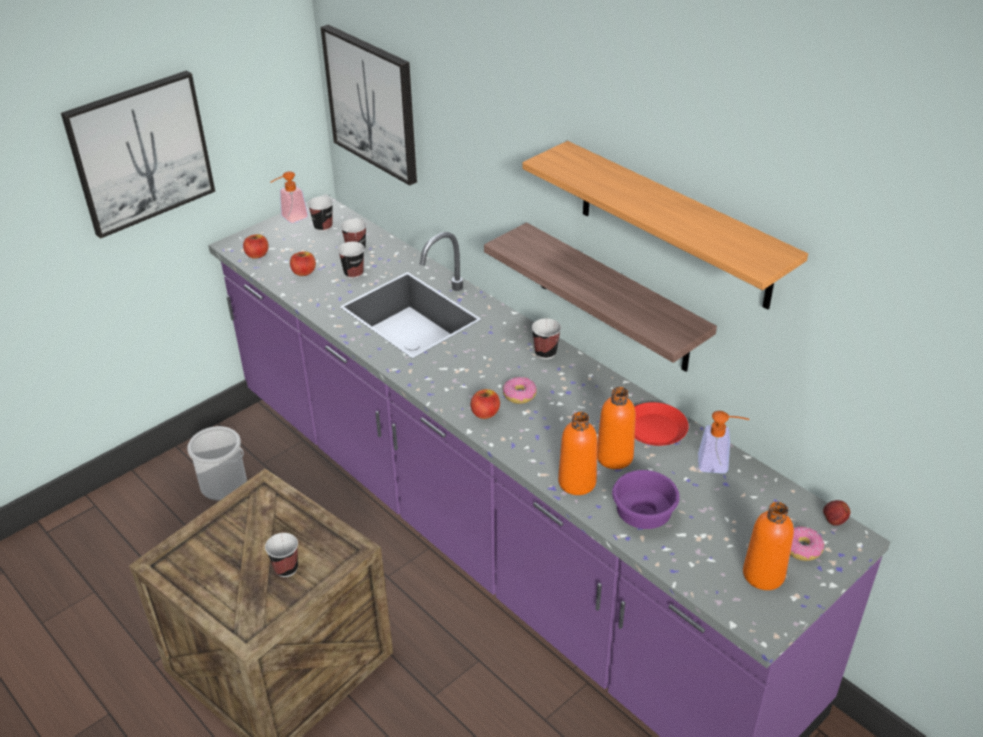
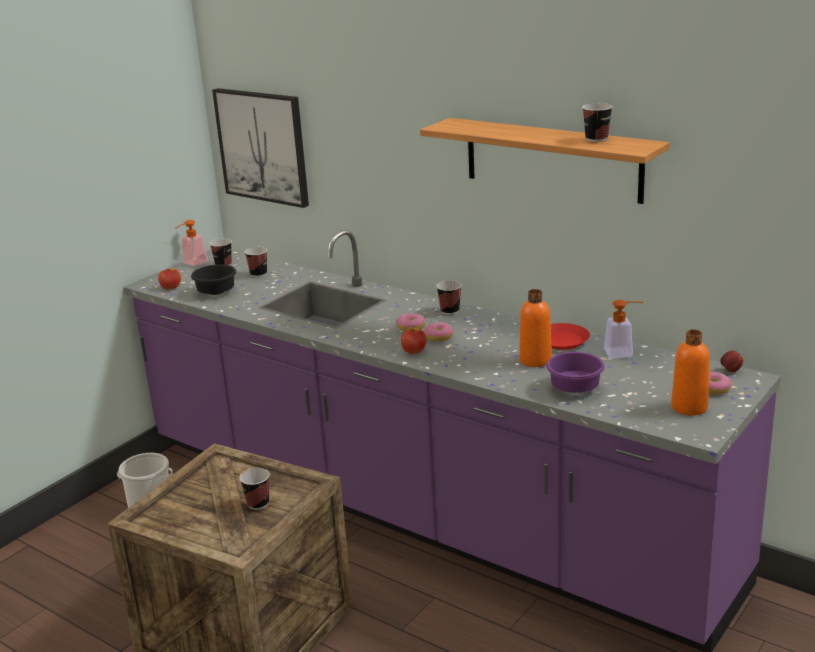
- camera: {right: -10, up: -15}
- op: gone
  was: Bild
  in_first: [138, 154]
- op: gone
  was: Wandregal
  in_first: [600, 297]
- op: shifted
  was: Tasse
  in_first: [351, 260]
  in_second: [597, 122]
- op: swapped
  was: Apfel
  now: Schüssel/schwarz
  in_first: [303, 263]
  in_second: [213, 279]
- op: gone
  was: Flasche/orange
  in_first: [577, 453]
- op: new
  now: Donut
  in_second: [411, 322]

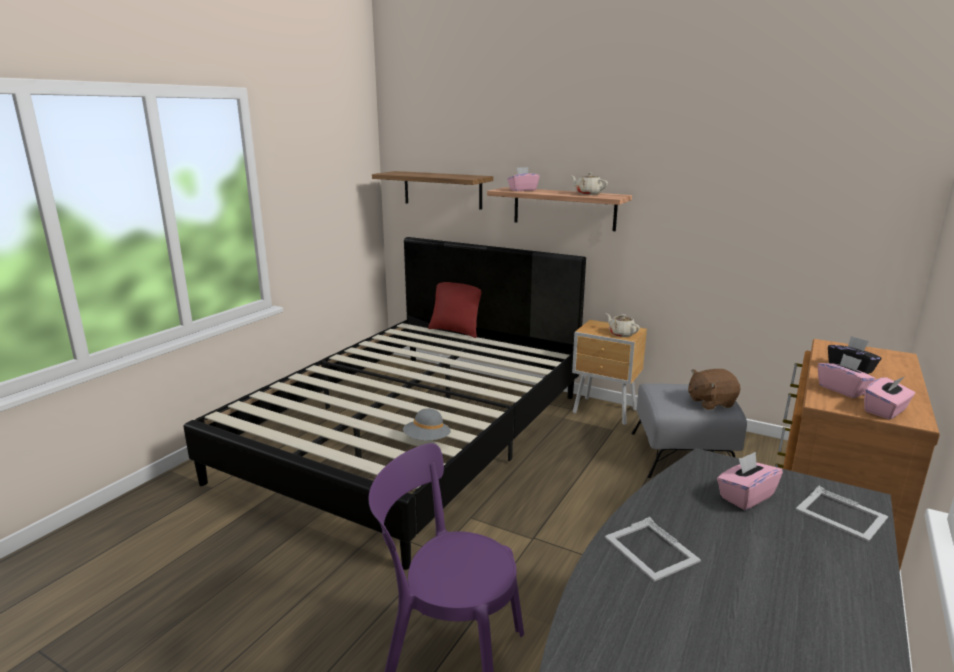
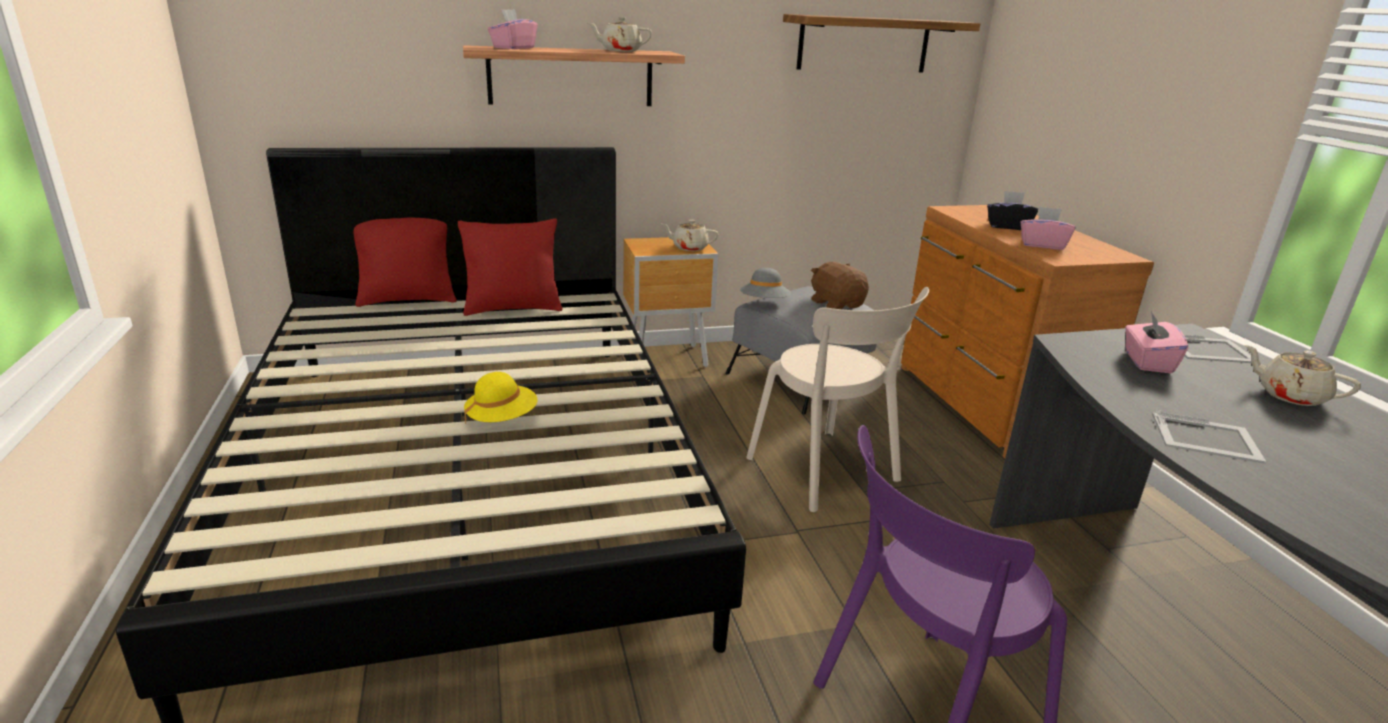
- camera: {right: -45, up: 5}
- op: shifted
  was: Wandregal
  in_first: [432, 190]
  in_second: [881, 43]
- op: rotated
  was: Plüschtier/braun
  in_first: [714, 389]
  in_second: [840, 285]
  clockwise: 120
- op: gone
  was: Taschentuchbox/rosa
  in_first: [889, 397]
- op: shifted
  was: Hut/grau
  in_first: [427, 424]
  in_second: [765, 283]
- op: new
  now: Kissen/rot
  in_second: [510, 267]
- op: new
  now: Stuhl/beige
  in_second: [837, 399]
- op: new
  now: Teekanne/beige
  in_second: [1302, 375]
- op: new
  now: Hut/gelb
  in_second: [501, 398]

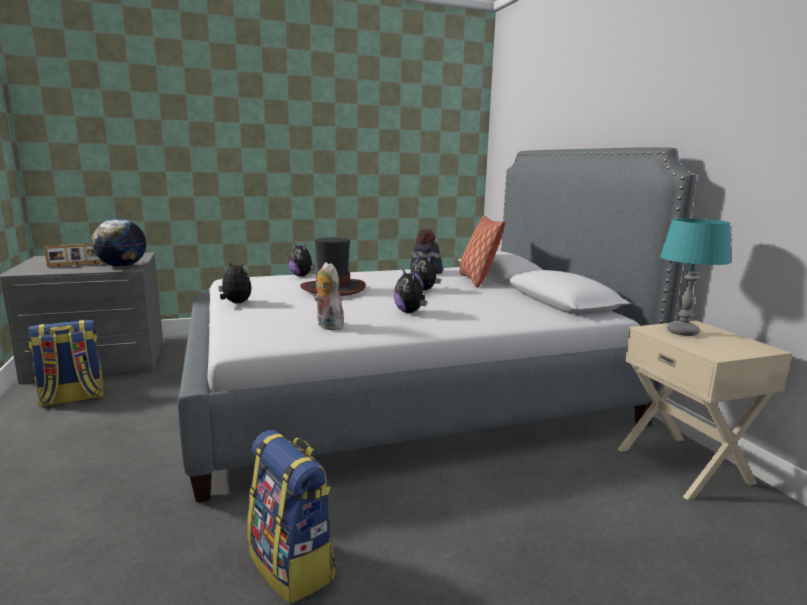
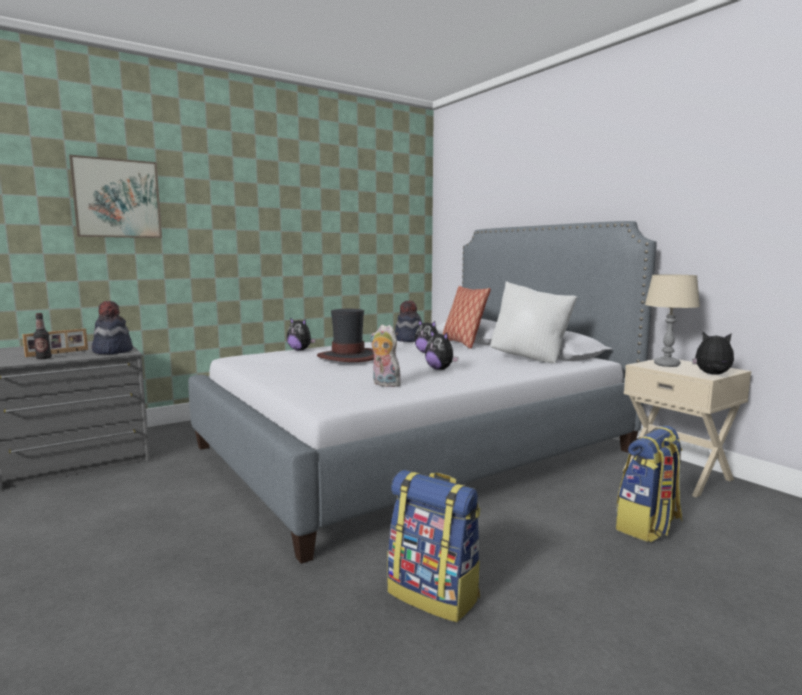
- camera: {right: -15, up: -5}
- op: repainted
  was: Tischlampe/türkis
  now: Tischlampe/beige
  in_first: [695, 277]
  in_second: [672, 320]
- op: swapped
  was: Globus
  now: Hut
  in_first: [119, 243]
  in_second: [112, 327]
- op: shifted
  was: Plüschtier
  in_first: [235, 282]
  in_second: [713, 353]
- op: shifted
  was: Rucksack
  in_first: [66, 363]
  in_second: [649, 483]
- op: new
  now: Bild
  in_second: [115, 196]
- op: new
  now: Kissen/weiß
  in_second: [533, 322]
- op: new
  now: Flasche
  in_second: [42, 336]

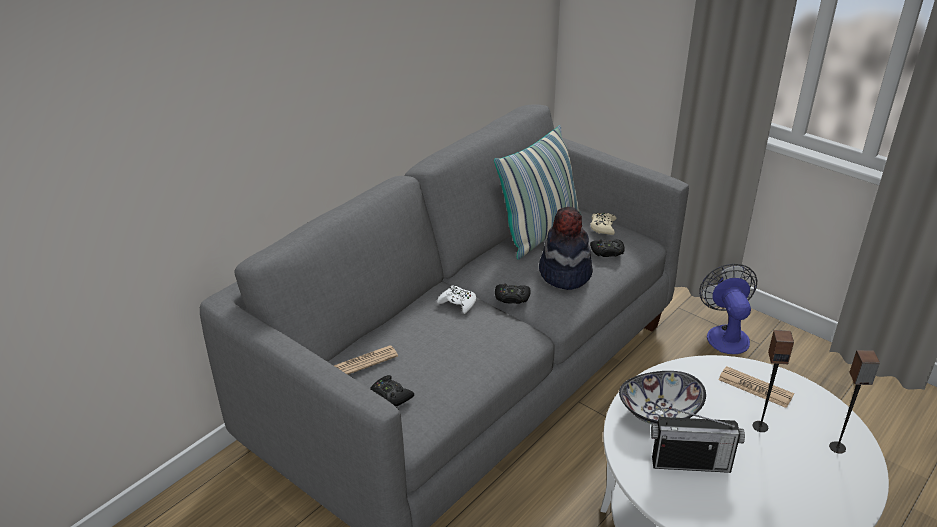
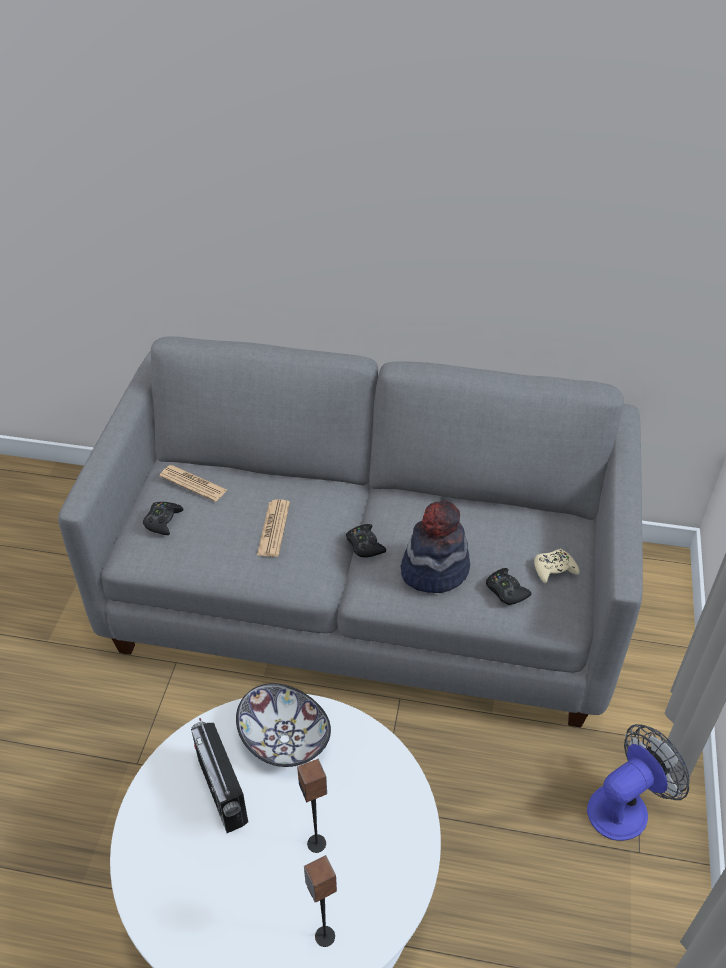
- camera: {right: 60, up: 10}
- op: gone
  was: Kissen
  in_first: [537, 192]
- op: gone
  was: Gamepad/weiß
  in_first: [456, 299]
- op: shifted
  was: Zeitung
  in_first: [756, 387]
  in_second: [273, 528]

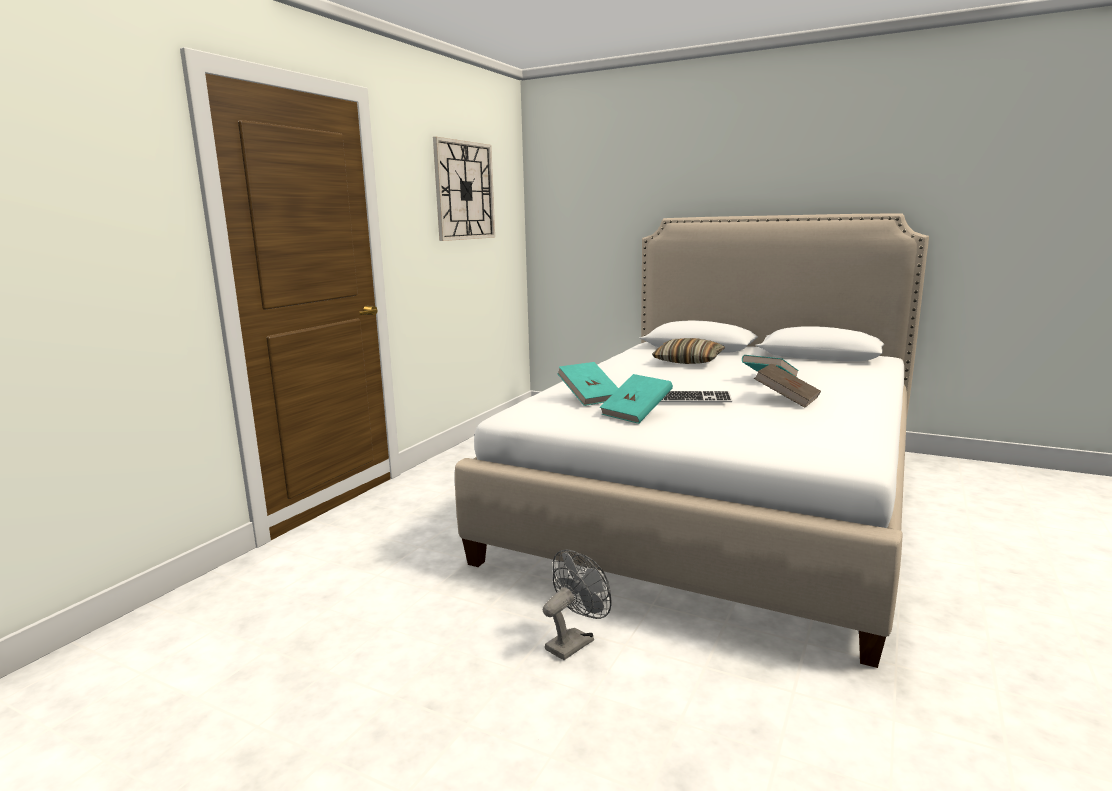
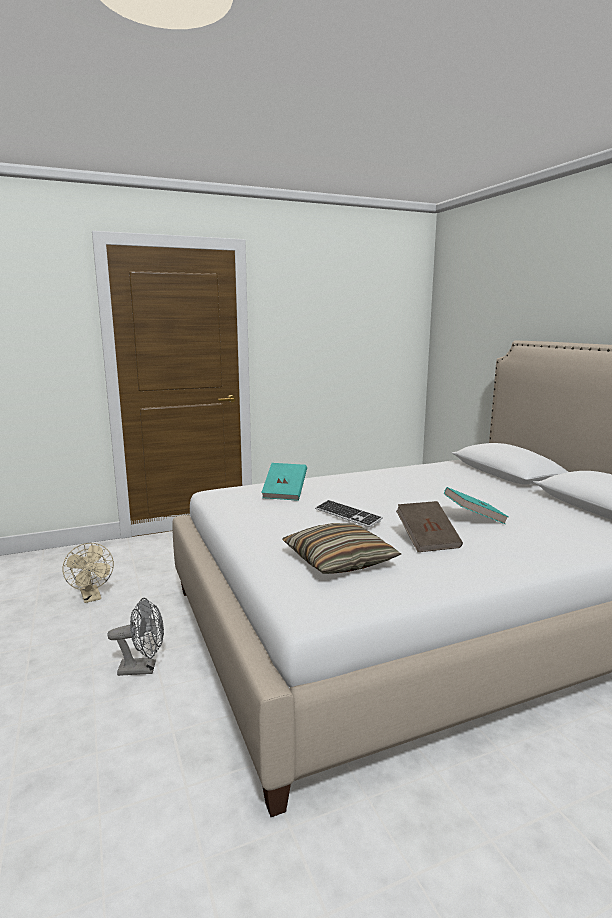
- camera: {right: 40, up: 0}
- op: gone
  was: Wanduhr
  in_first: [464, 189]
- op: shifted
  was: Kissen
  in_first: [688, 351]
  in_second: [341, 548]
- op: gone
  was: Buch/türkis
  in_first: [636, 399]
- op: new
  now: Ventilator/beige
  in_second: [88, 573]

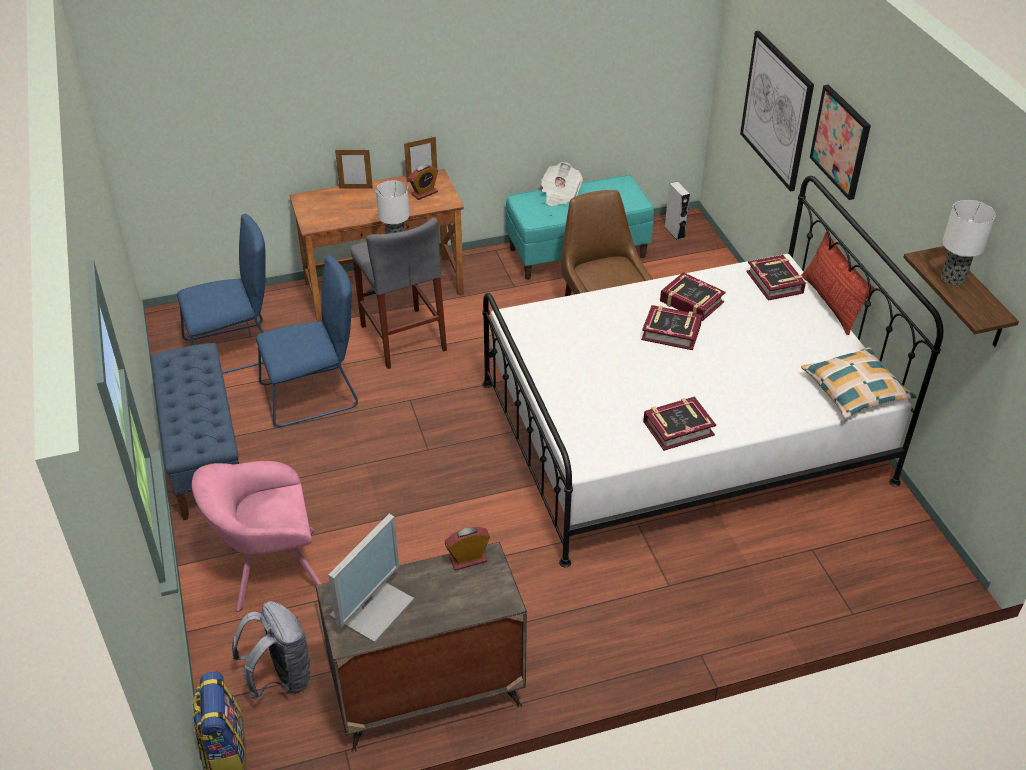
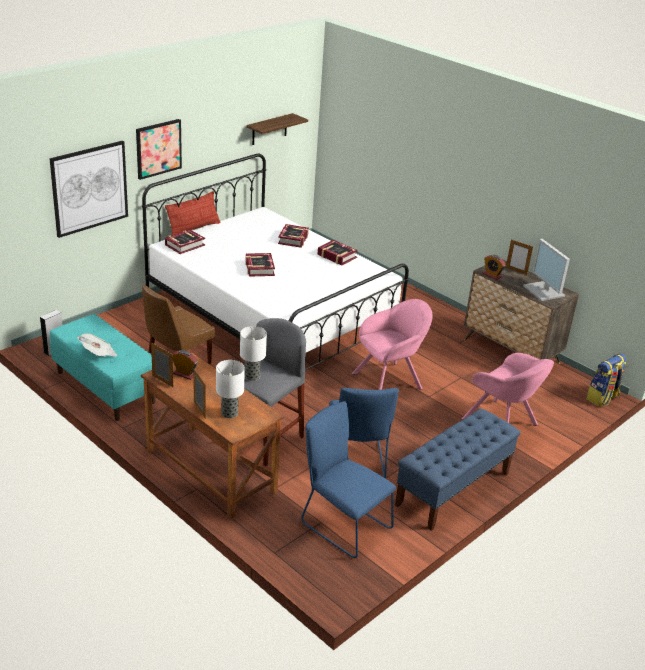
- camera: {right: -120, up: -10}
- op: shifted
  was: Tischlampe
  in_first: [968, 243]
  in_second: [230, 389]
- op: rotated
  was: Stuhl/blau
  in_first: [307, 341]
  in_second: [364, 433]
  clockwise: -135
- op: shifted
  was: Buch
  in_first: [693, 296]
  in_second: [293, 236]
- op: gone
  was: Kissen
  in_first: [858, 382]
- op: rotated
  was: Monitor
  in_first: [371, 579]
  in_second: [546, 270]
  clockwise: -120
- op: gone
  was: Rucksack/grau
  in_first: [272, 650]
- op: new
  now: Bilderrahmen
  in_second: [519, 257]
- op: new
  now: Sessel/rosa
  in_second: [392, 344]

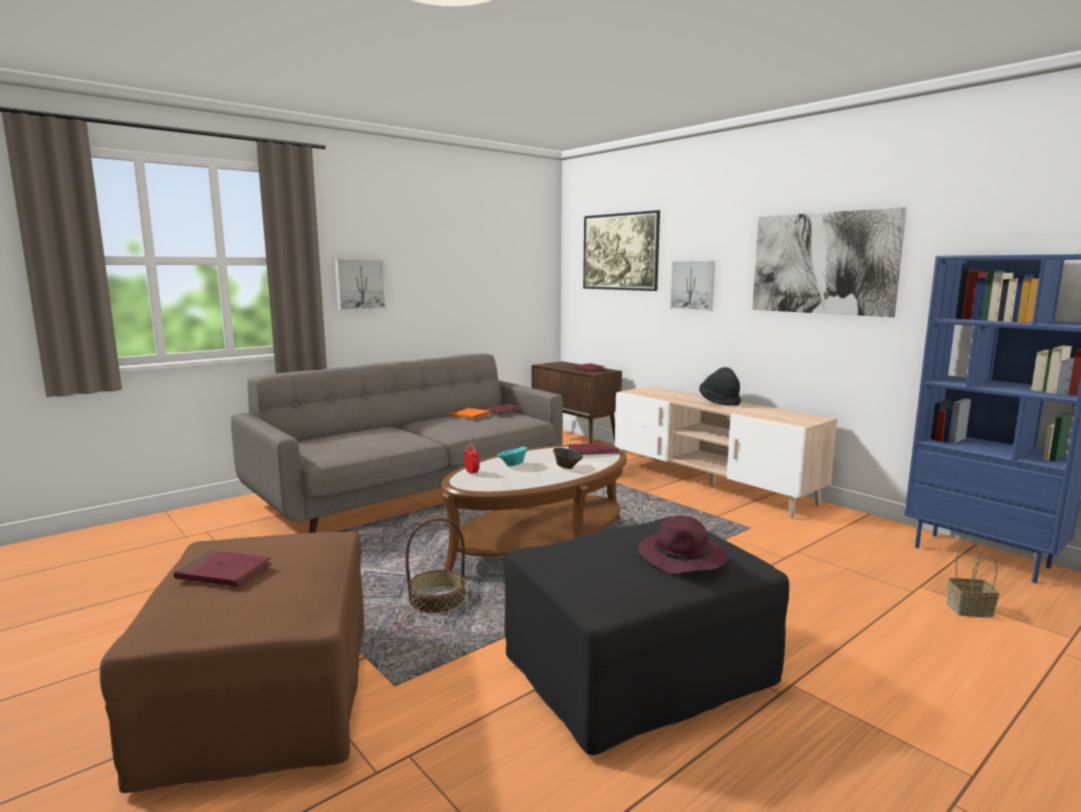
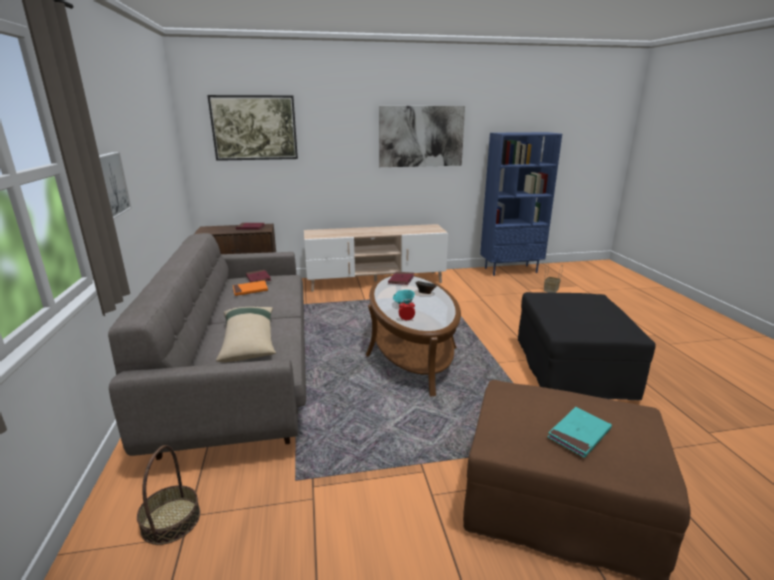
- camera: {right: -60, up: 10}
- op: gone
  was: Bild
  in_first: [692, 286]
- op: gone
  was: Hut/schwarz
  in_first: [720, 386]
- op: gone
  was: Hut/lila
  in_first: [682, 545]
- op: shifted
  was: Korb
  in_first: [435, 565]
  in_second: [168, 495]
- op: repainted
  was: Buch/rot
  now: Buch/türkis
  in_first: [223, 568]
  in_second: [579, 432]
- op: new
  now: Kissen/beige
  in_second: [246, 334]

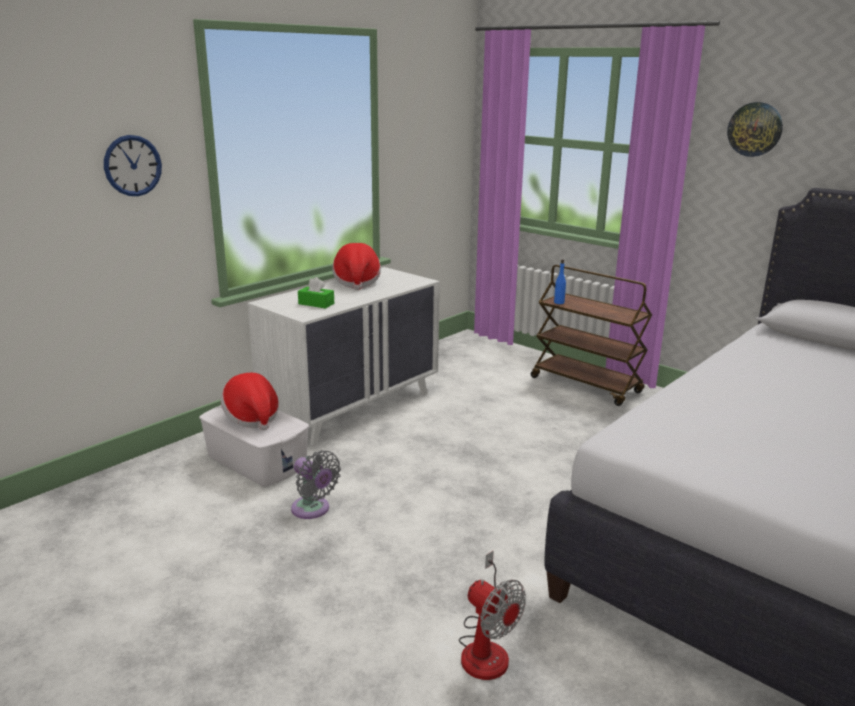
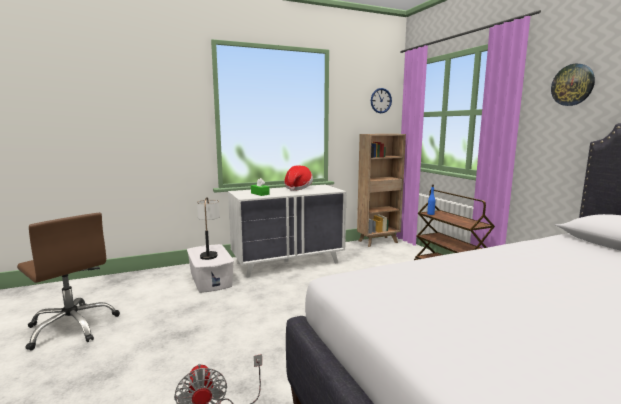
- camera: {right: 25, up: -10}
- op: shifted
  was: Wanduhr
  in_first: [133, 165]
  in_second: [381, 100]
- op: swapped
  was: Hut
  now: Tischlampe
  in_first: [250, 401]
  in_second: [208, 228]
- op: gone
  was: Ventilator/grau
  in_first: [316, 484]
- op: new
  now: Bücherregal/braun
  in_second: [381, 190]
- op: new
  now: Bürostuhl/braun
  in_second: [68, 281]

